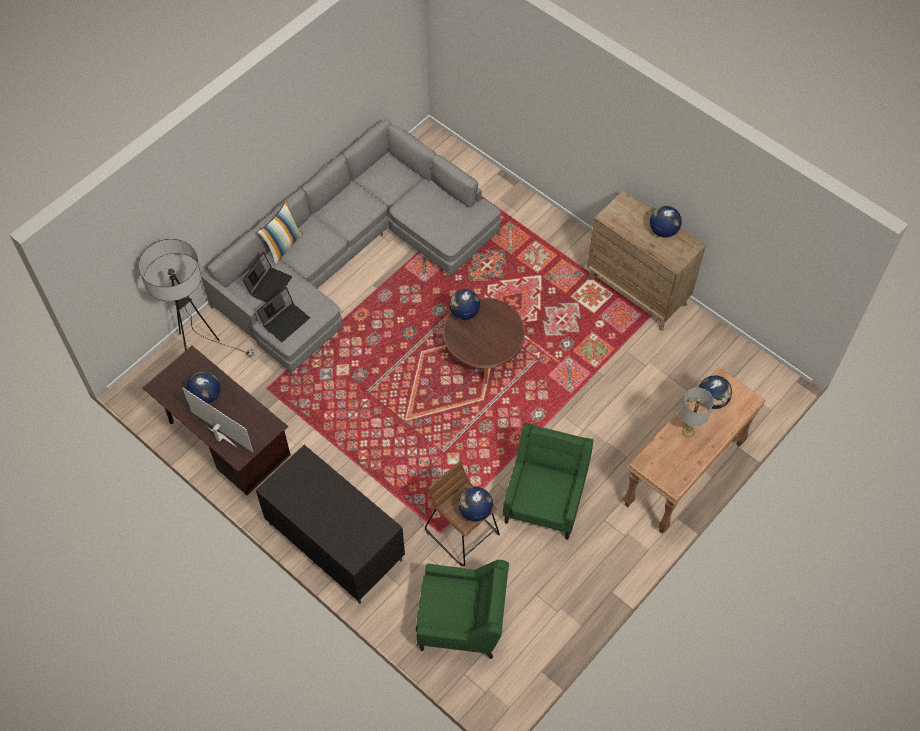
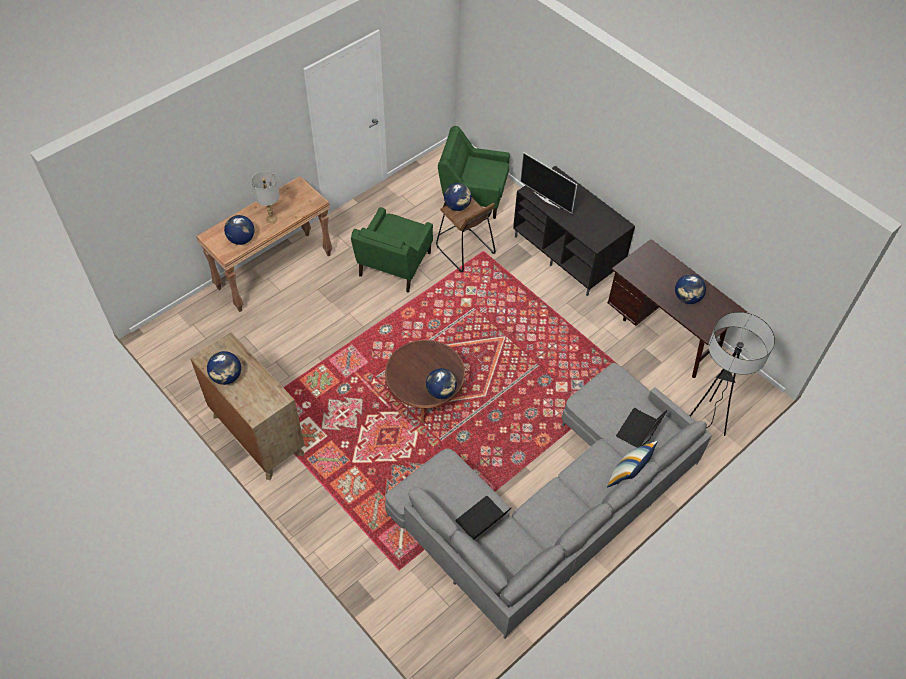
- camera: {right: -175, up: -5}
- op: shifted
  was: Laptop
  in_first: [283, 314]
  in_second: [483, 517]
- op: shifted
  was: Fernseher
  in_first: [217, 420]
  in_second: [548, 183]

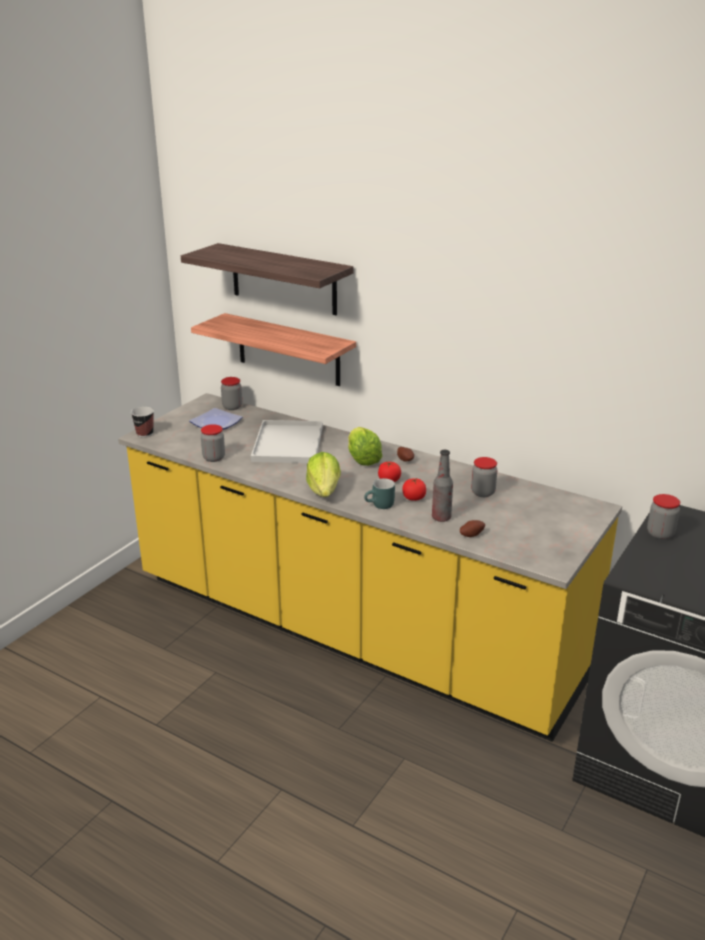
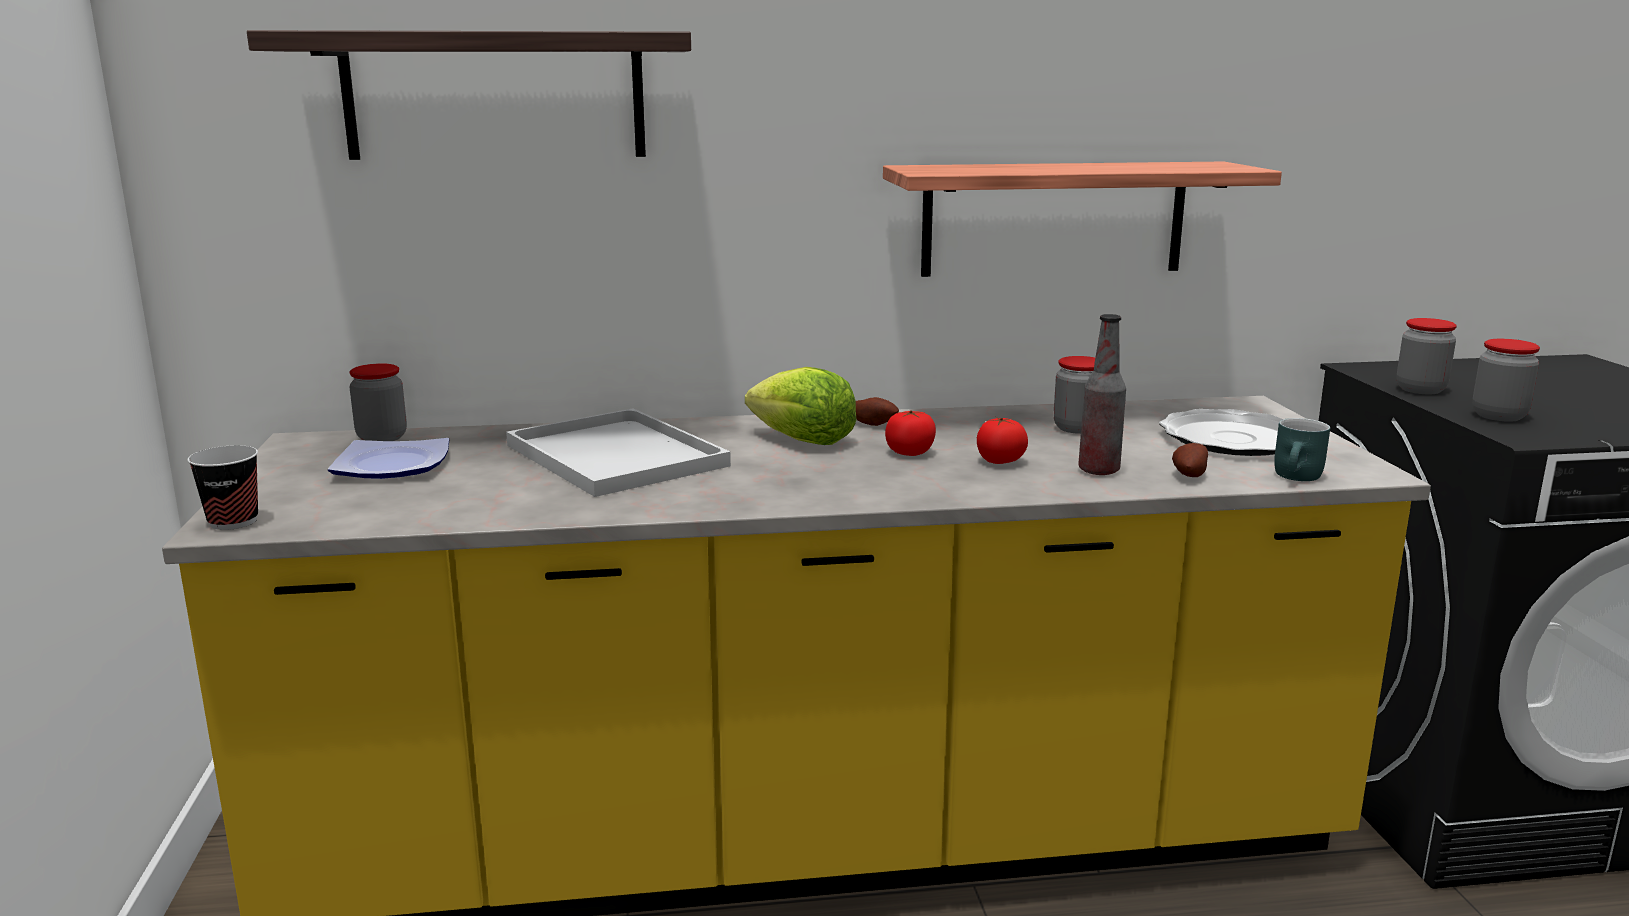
- camera: {right: -40, up: -10}
- op: shifted
  was: Wandregal
  in_first: [273, 349]
  in_second: [1082, 219]
- op: shifted
  was: Vorratsglas
  in_first: [213, 443]
  in_second: [1506, 380]
- op: gone
  was: Salatkopf
  in_first: [323, 474]
- op: shifted
  was: Henkelbecher/türkis
  in_first: [379, 493]
  in_second: [1302, 449]
- op: new
  now: Teller
  in_second: [1221, 432]

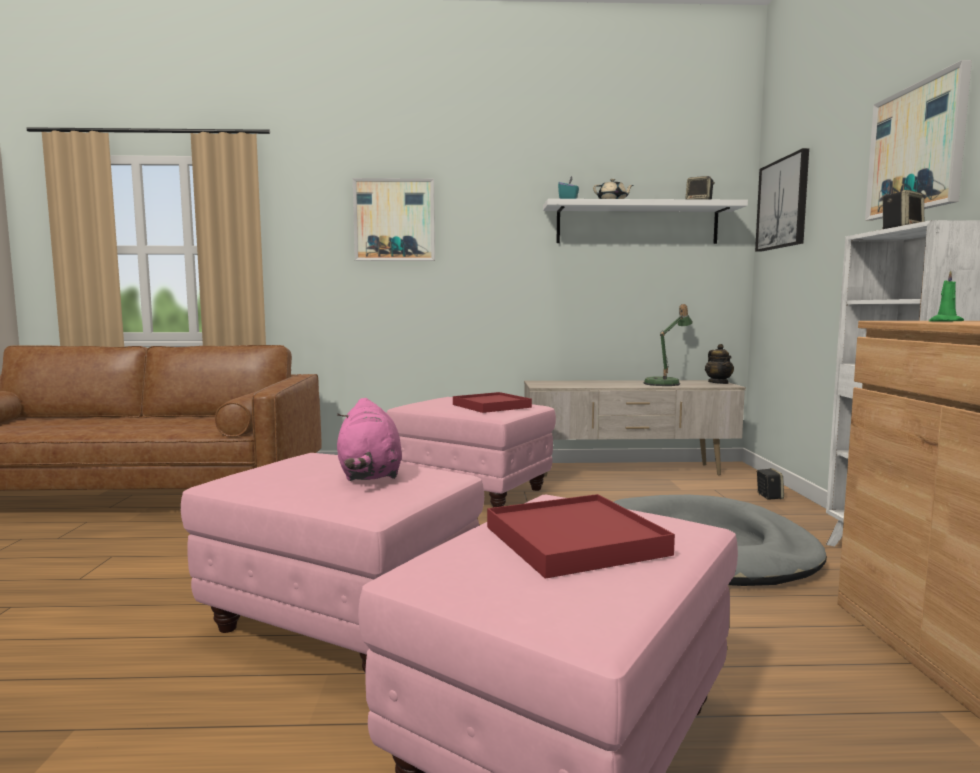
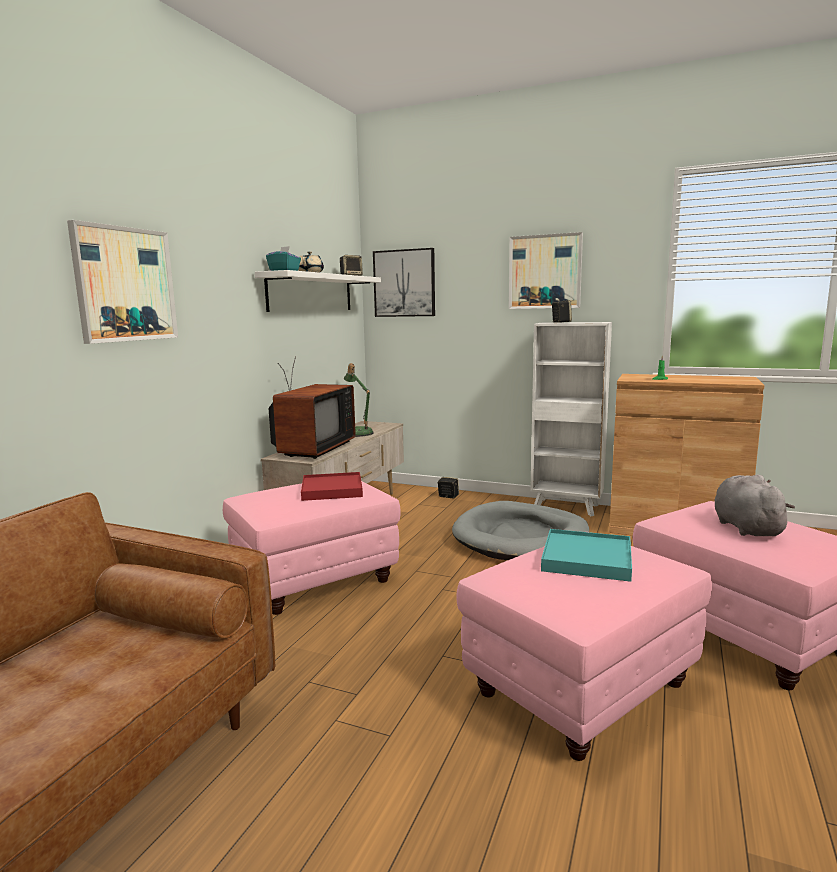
- camera: {right: -65, up: 5}
- op: gone
  was: Teekanne
  in_first: [719, 364]
- op: swapped
  was: Plüschtier/rosa
  now: Tablett/türkis
  in_first: [369, 439]
  in_second: [586, 555]
- op: swapped
  was: Tablett/rot
  now: Plüschtier/grau
  in_first: [581, 536]
  in_second: [754, 505]
- op: new
  now: Fernseher
  in_second: [312, 407]

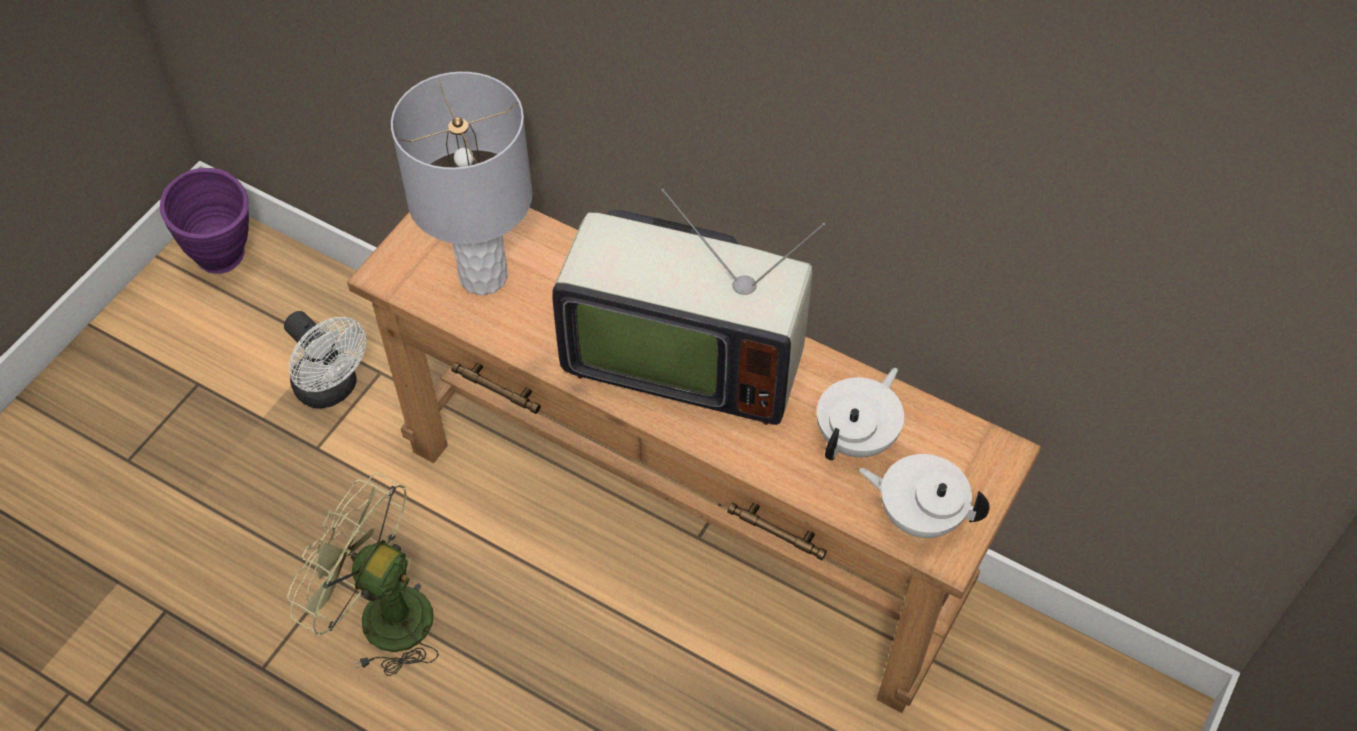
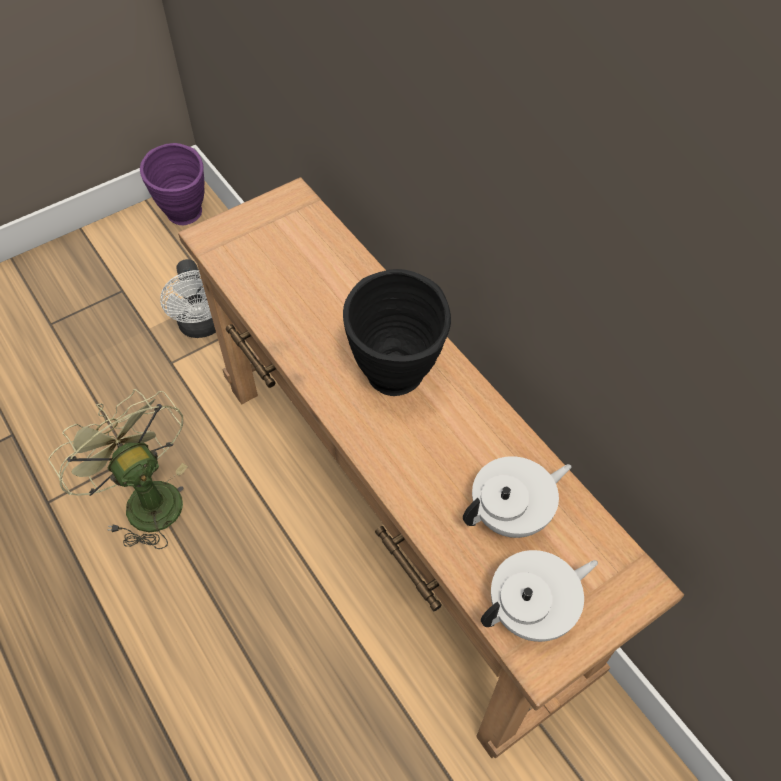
- camera: {right: 25, up: 0}
- op: gone
  was: Tischlampe/grau
  in_first: [462, 183]
- op: swapped
  was: Fernseher
  now: Vase/schwarz
  in_first: [688, 307]
  in_second: [397, 332]
- op: rotated
  was: Teekanne/weiß
  in_first: [924, 496]
  in_second: [539, 596]
  clockwise: 105

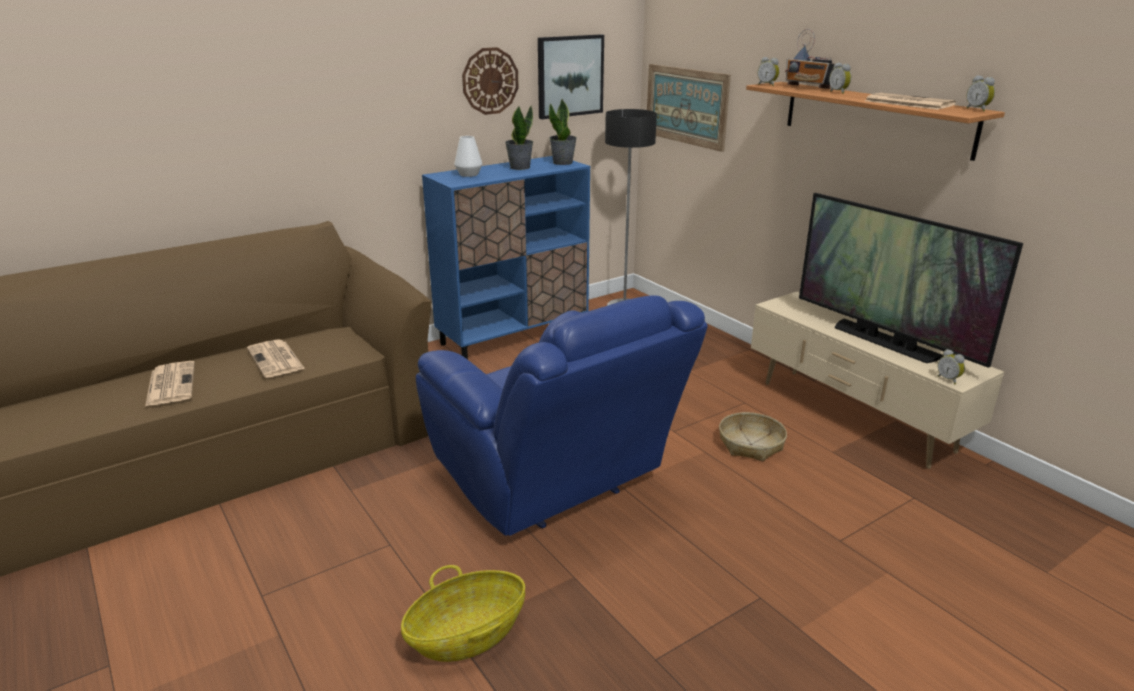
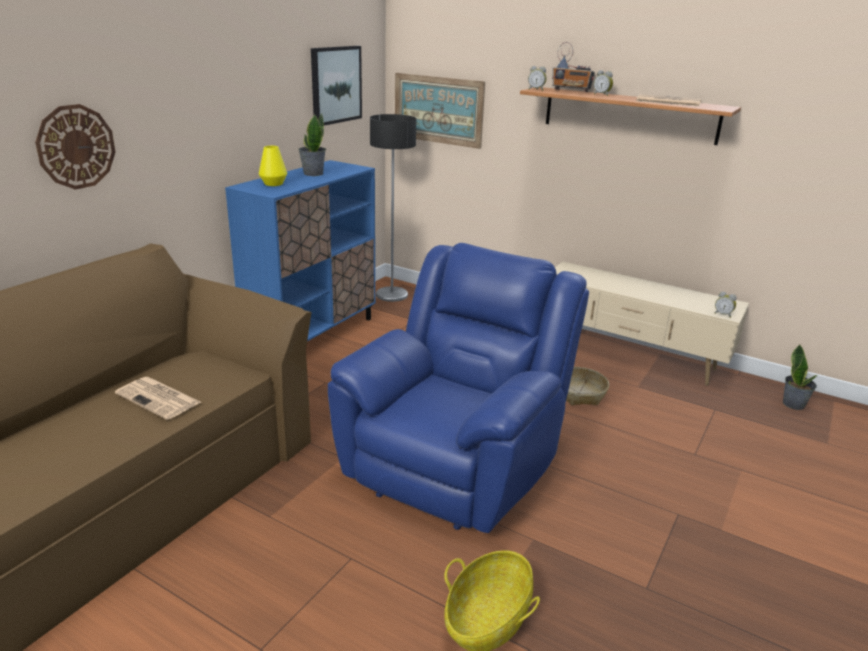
- camera: {right: -25, up: 0}
- op: shifted
  was: Wanduhr
  in_first: [490, 81]
  in_second: [75, 147]
- op: gone
  was: Wecker
  in_first: [981, 93]
- op: shifted
  was: Topfpflanze
  in_first: [563, 132]
  in_second: [800, 377]
- op: repainted
  was: Vase/weiß
  now: Vase/gelb
  in_first: [468, 156]
  in_second: [273, 166]
- op: gone
  was: Fernseher
  in_first: [911, 280]
- op: rotated
  was: Sessel/blau
  in_first: [562, 415]
  in_second: [458, 388]
  clockwise: -90
- op: gone
  was: Zeitung
  in_first: [170, 384]

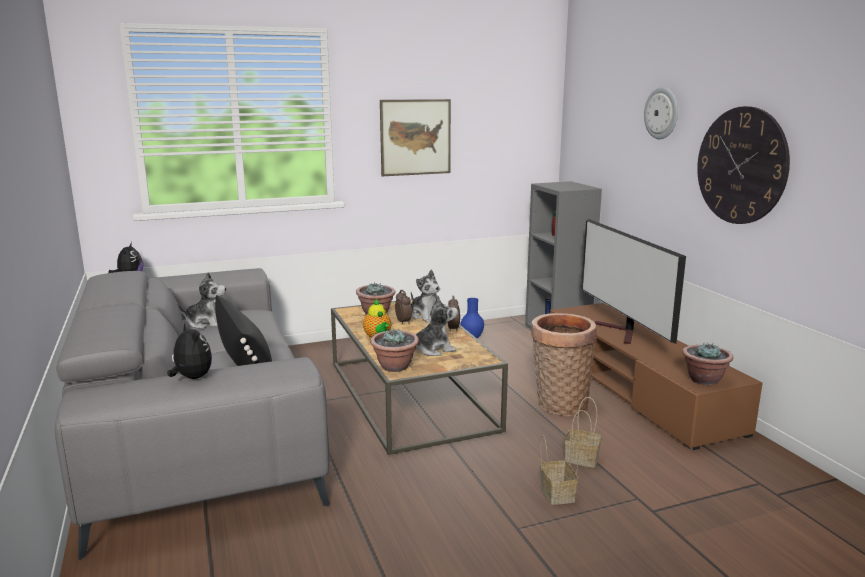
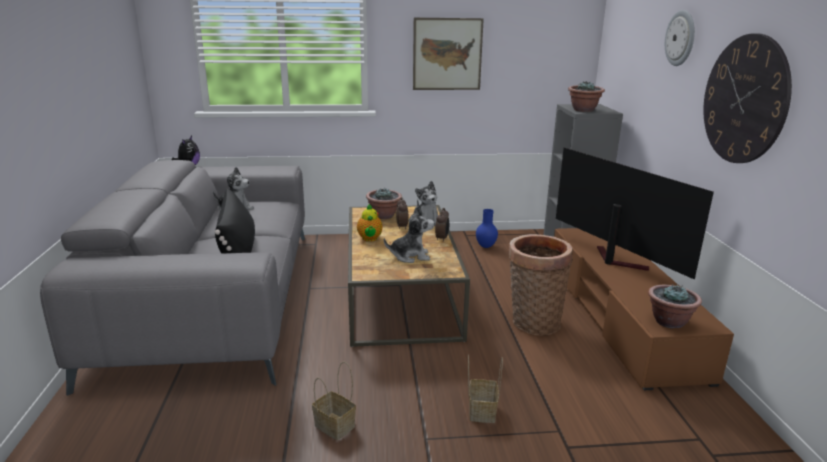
- camera: {right: 15, up: 5}
- op: rotated
  was: Fernseher
  in_first: [634, 281]
  in_second: [635, 214]
  clockwise: 150
- op: gone
  was: Plüschtier
  in_first: [189, 351]
- op: shifted
  was: Topfpflanze
  in_first: [394, 350]
  in_second: [586, 96]
- op: shifted
  was: Korb
  in_first: [583, 432]
  in_second: [334, 401]

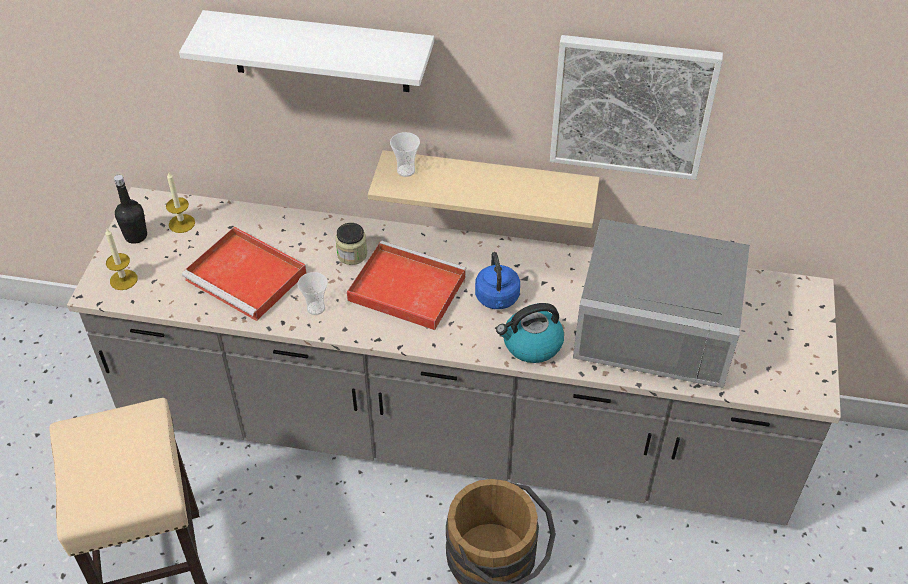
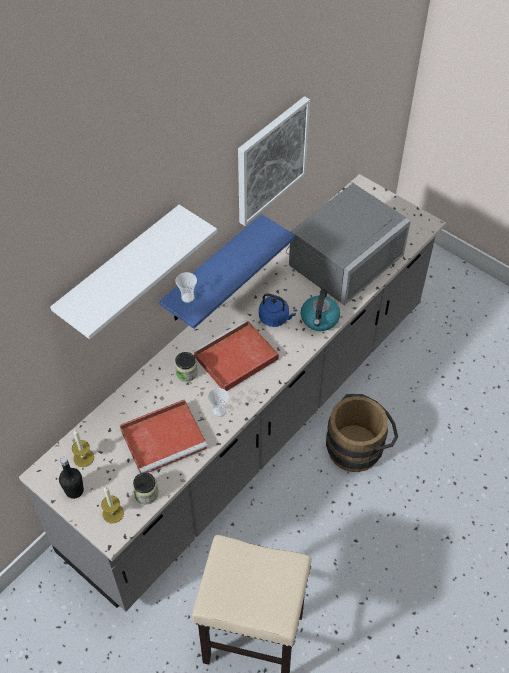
- camera: {right: -60, up: 5}
- op: repainted
  was: Wandregal/beige
  now: Wandregal/blau
  in_first: [483, 189]
  in_second: [227, 271]
- op: new
  now: Vorratsglas
  in_second: [146, 488]

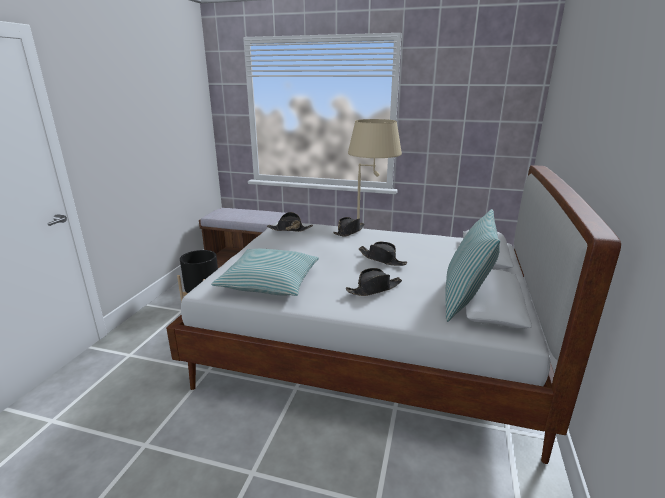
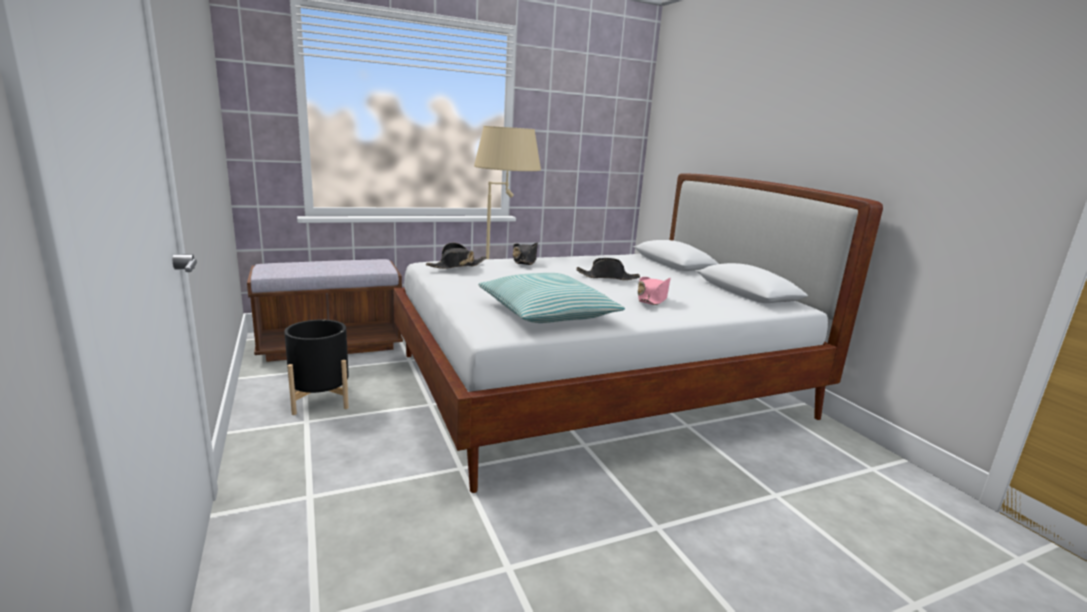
- camera: {right: -40, up: -5}
- op: gone
  was: Kissen
  in_first: [472, 265]
- op: repainted
  was: Hut/schwarz
  now: Hut/rosa
  in_first: [374, 282]
  in_second: [654, 291]

